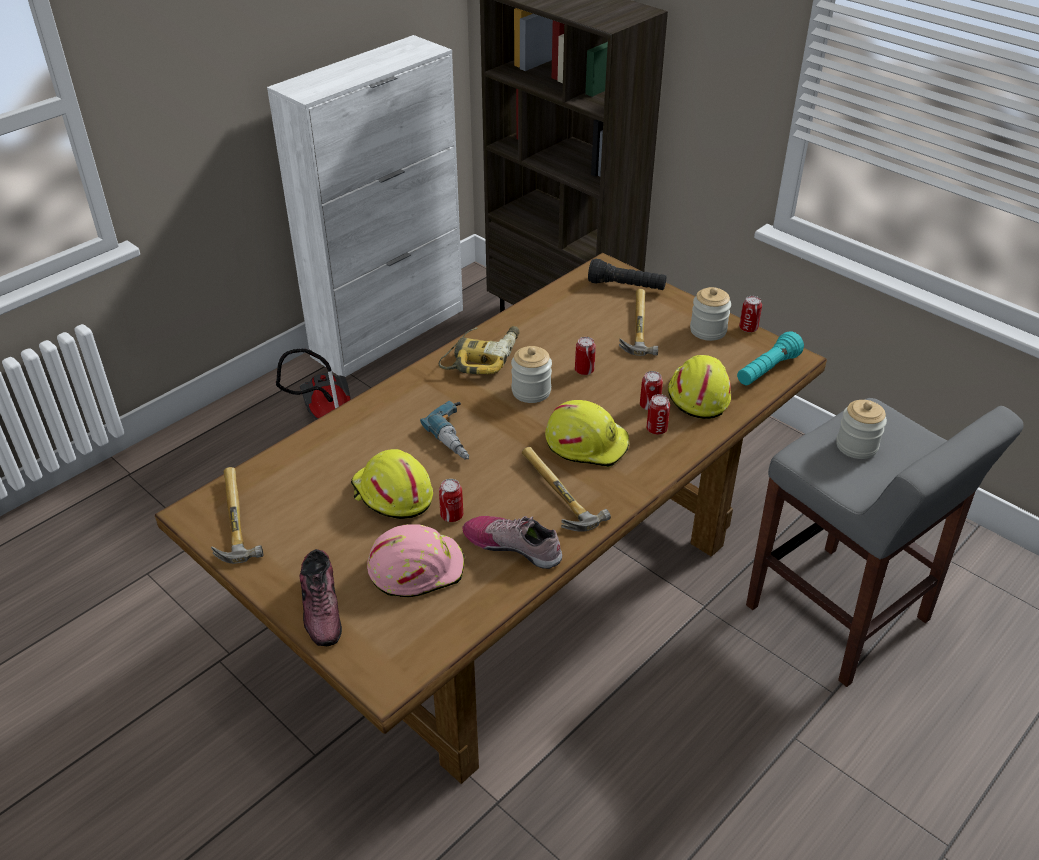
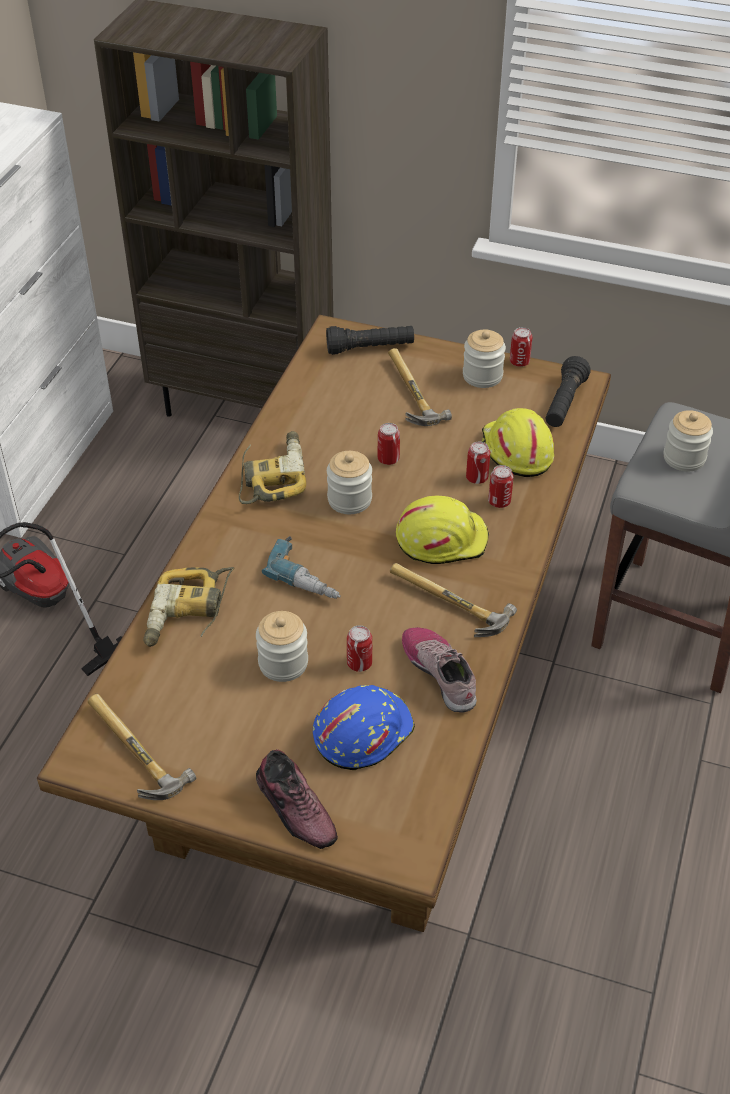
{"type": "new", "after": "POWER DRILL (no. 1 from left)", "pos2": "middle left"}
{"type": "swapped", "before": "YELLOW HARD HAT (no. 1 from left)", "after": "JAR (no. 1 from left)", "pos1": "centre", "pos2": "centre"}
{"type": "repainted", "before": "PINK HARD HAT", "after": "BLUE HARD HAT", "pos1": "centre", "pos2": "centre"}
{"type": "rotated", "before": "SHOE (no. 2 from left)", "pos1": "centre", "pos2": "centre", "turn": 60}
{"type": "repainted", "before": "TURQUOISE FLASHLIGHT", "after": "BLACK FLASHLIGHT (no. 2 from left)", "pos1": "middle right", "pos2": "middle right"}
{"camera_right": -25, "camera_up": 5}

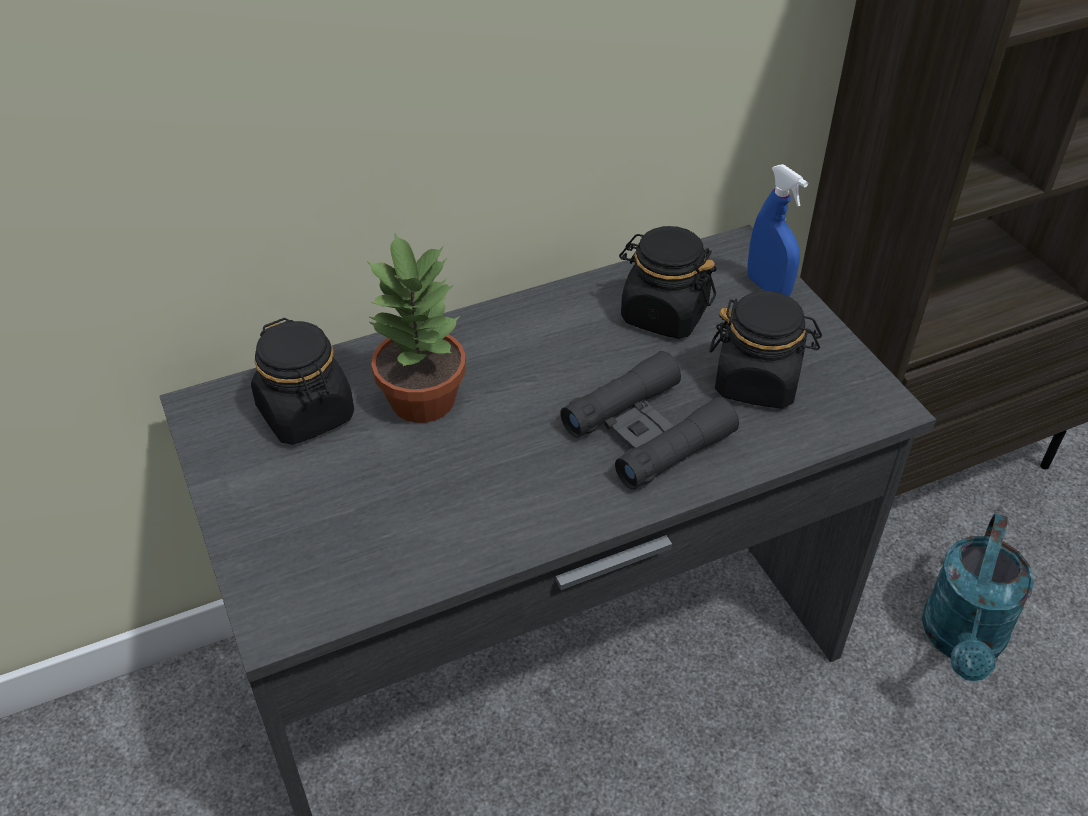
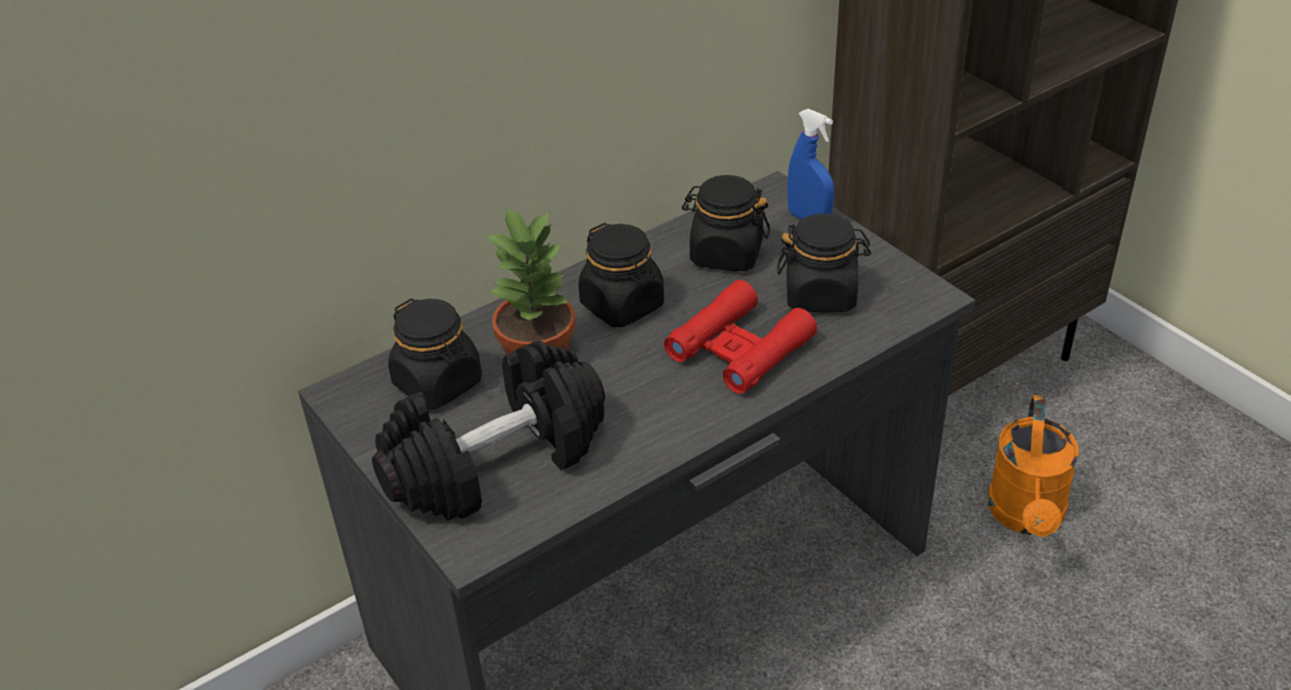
{"type": "new", "after": "BLACK DUMBBELL", "pos2": "centre"}
{"type": "new", "after": "BLACK JAR (no. 2 from left)", "pos2": "centre"}
{"type": "repainted", "before": "BLACK BINOCULARS", "after": "RED BINOCULARS", "pos1": "centre", "pos2": "centre"}
{"type": "repainted", "before": "TURQUOISE WATERING CAN", "after": "ORANGE WATERING CAN", "pos1": "bottom right", "pos2": "bottom right"}
{"camera_right": -10, "camera_up": -5}

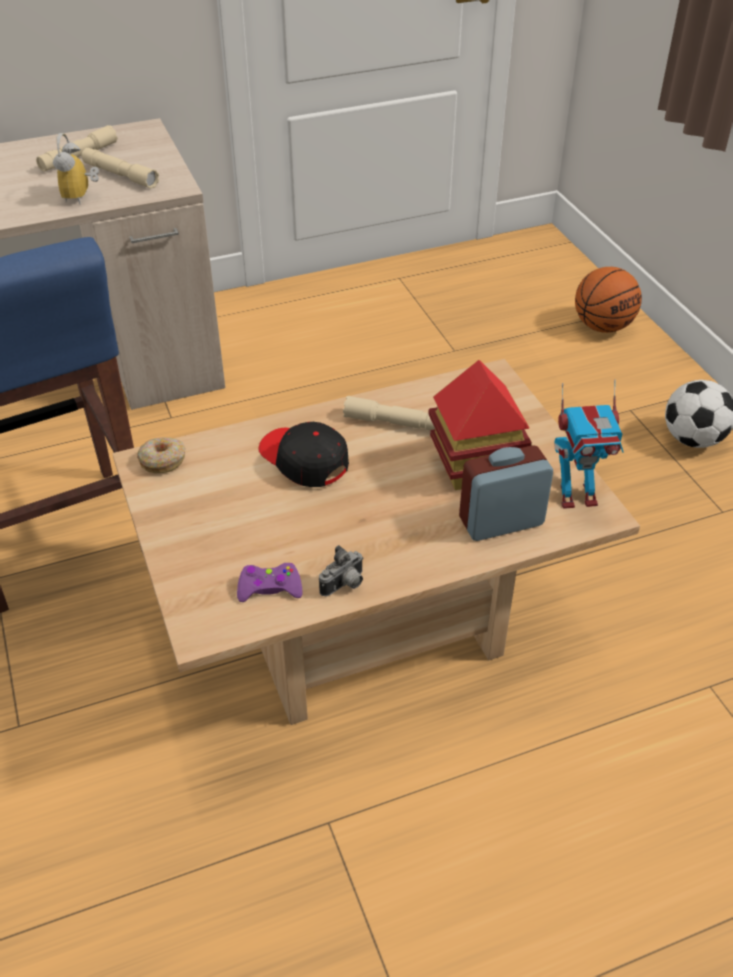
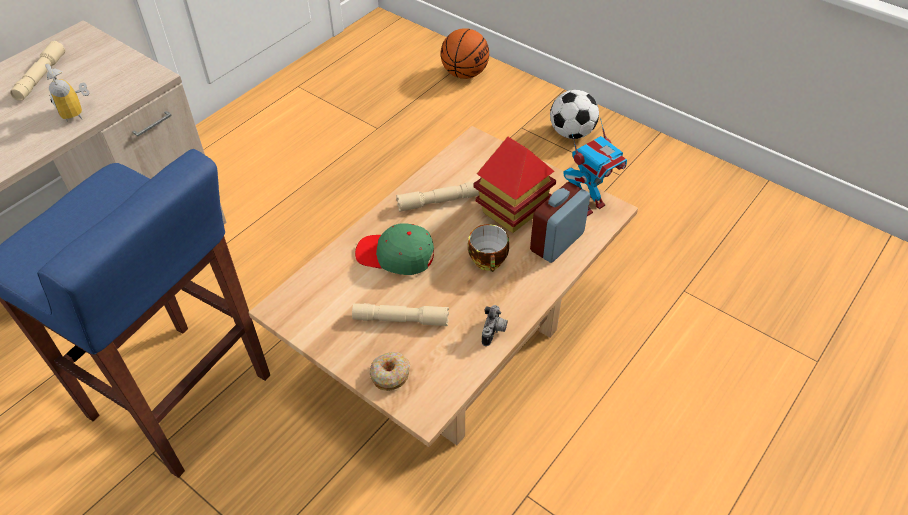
{"type": "shifted", "before": "BEIGE FLASHLIGHT (no. 2 from left)", "pos1": "top left", "pos2": "centre"}
{"type": "repainted", "before": "BLACK CAP", "after": "GREEN CAP", "pos1": "centre", "pos2": "centre"}
{"type": "shifted", "before": "DONUT", "pos1": "middle left", "pos2": "bottom centre"}
{"type": "new", "after": "CUP", "pos2": "centre"}
{"type": "gone", "before": "PURPLE GAME CONTROLLER", "pos1": "centre"}
{"camera_right": -30, "camera_up": 5}

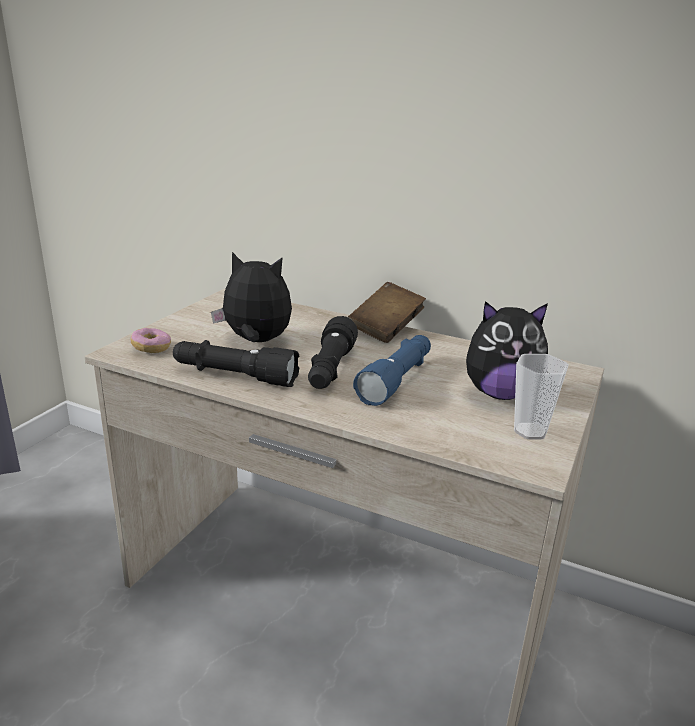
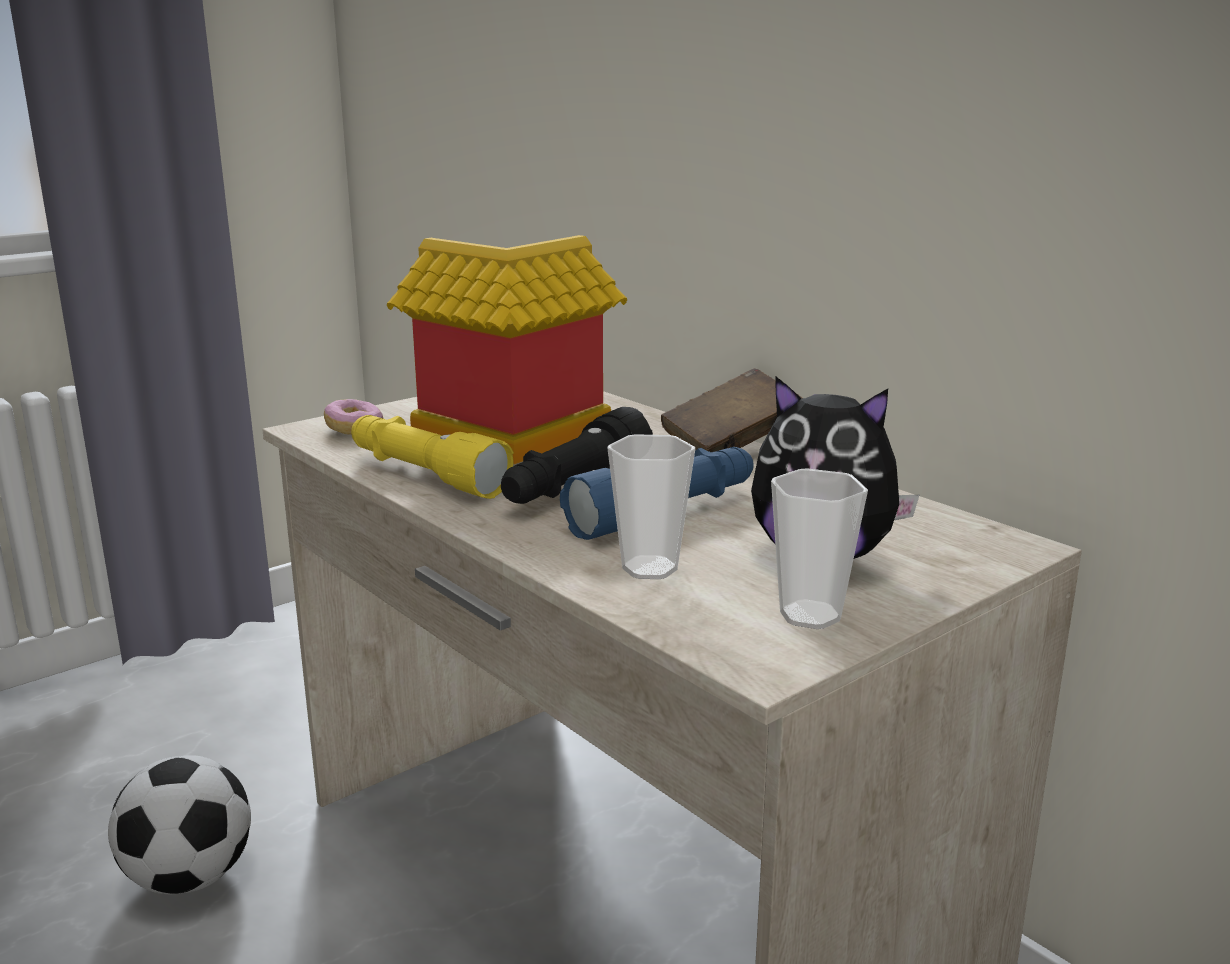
{"type": "new", "after": "FOOTBALL", "pos2": "bottom left"}
{"type": "repainted", "before": "BLACK FLASHLIGHT (no. 1 from left)", "after": "YELLOW FLASHLIGHT", "pos1": "centre", "pos2": "centre"}
{"type": "swapped", "before": "PLUSH TOY (no. 1 from left)", "after": "TOY HOUSE", "pos1": "centre", "pos2": "centre"}
{"type": "new", "after": "CUP (no. 1 from left)", "pos2": "centre"}
{"camera_right": 25, "camera_up": -5}

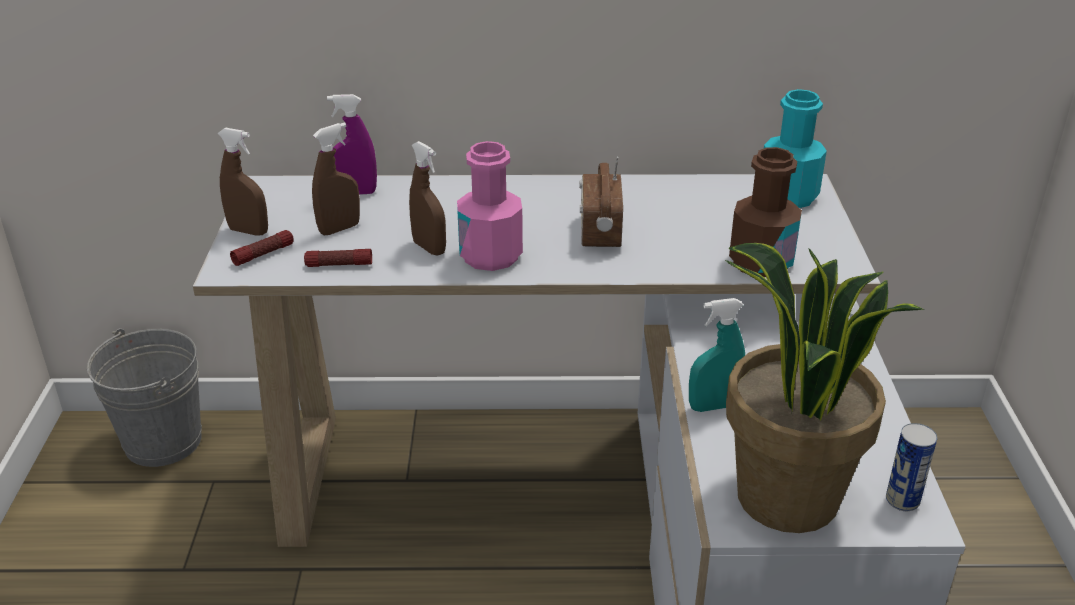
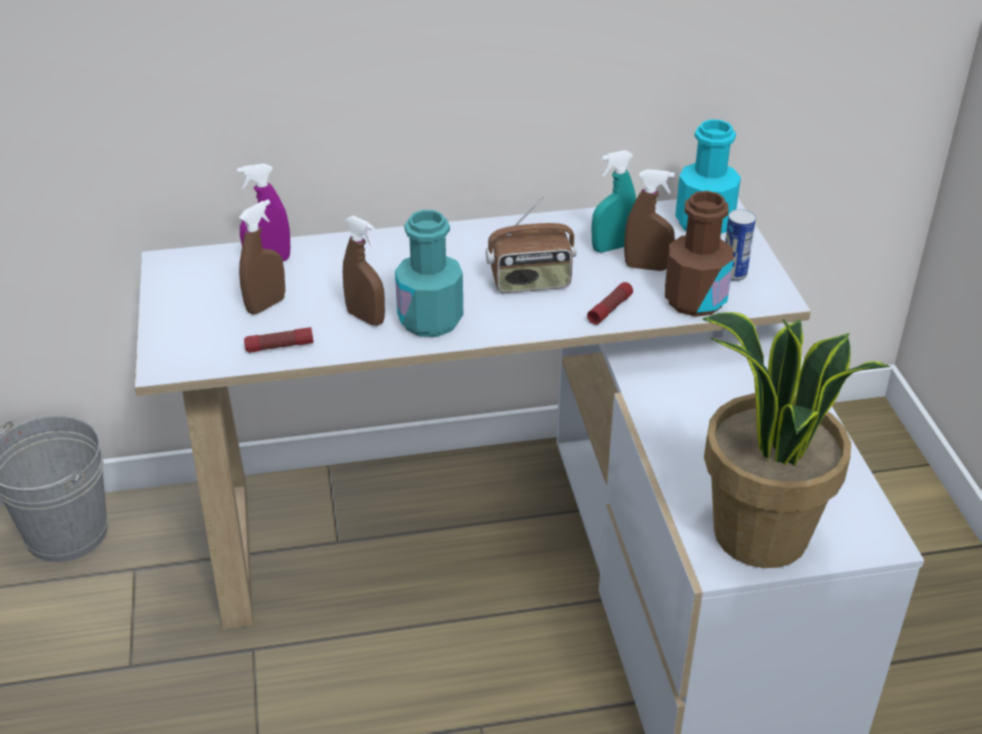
{"type": "repainted", "before": "PINK BOTTLE", "after": "TURQUOISE BOTTLE (no. 1 from left)", "pos1": "centre", "pos2": "centre"}
{"type": "rotated", "before": "RADIO", "pos1": "top centre", "pos2": "top centre", "turn": -90}
{"type": "shifted", "before": "FLASHLIGHT (no. 1 from left in the first image)", "after": "FLASHLIGHT (no. 2 from left)", "pos1": "middle left", "pos2": "centre"}
{"type": "shifted", "before": "TURQUOISE SPRAY BOTTLE", "pos1": "middle right", "pos2": "top centre"}
{"type": "shifted", "before": "BROWN SPRAY BOTTLE (no. 1 from left in the first image)", "after": "BROWN SPRAY BOTTLE (no. 3 from left)", "pos1": "top left", "pos2": "top centre"}
{"type": "shifted", "before": "CAN", "pos1": "bottom right", "pos2": "middle right"}
{"camera_right": -10, "camera_up": 5}

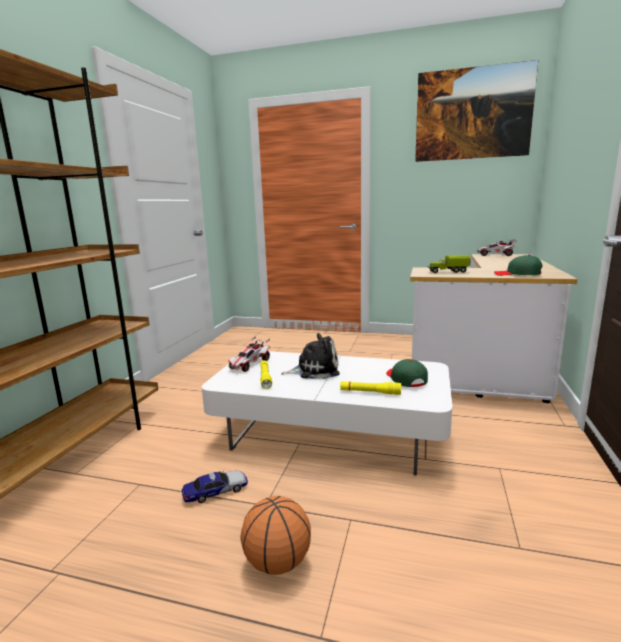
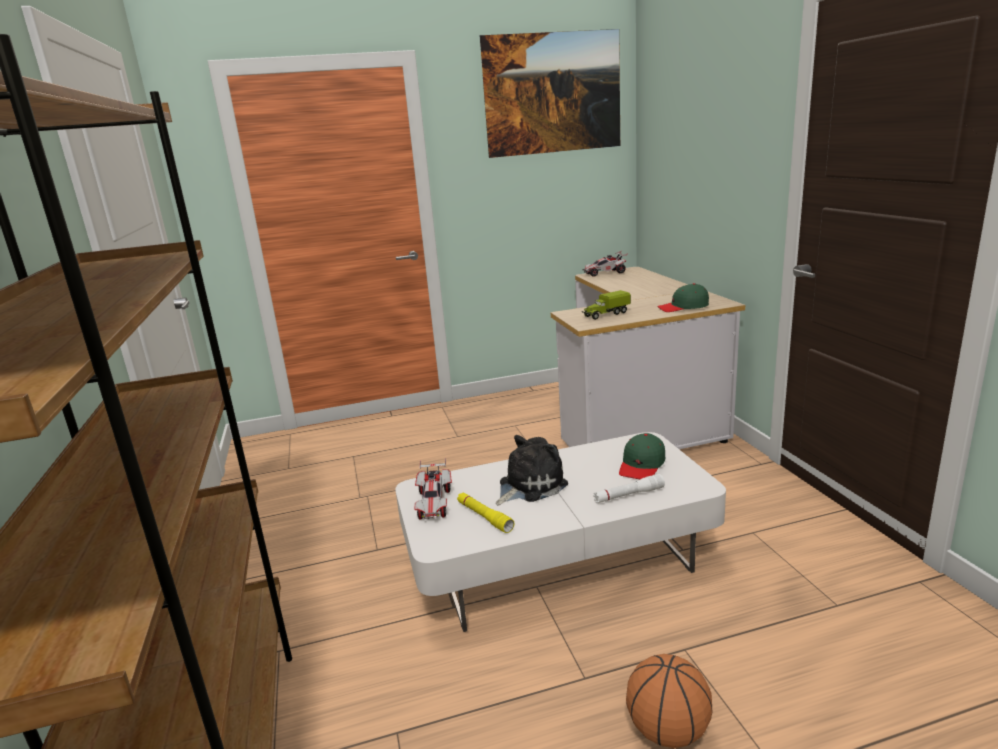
{"type": "repainted", "before": "YELLOW FLASHLIGHT (no. 2 from left)", "after": "WHITE FLASHLIGHT", "pos1": "centre", "pos2": "centre"}
{"type": "rotated", "before": "GREEN CAP (no. 1 from left)", "pos1": "centre", "pos2": "centre", "turn": -105}
{"type": "gone", "before": "TOY CAR (no. 1 from left)", "pos1": "bottom centre"}
{"camera_right": -30, "camera_up": 5}

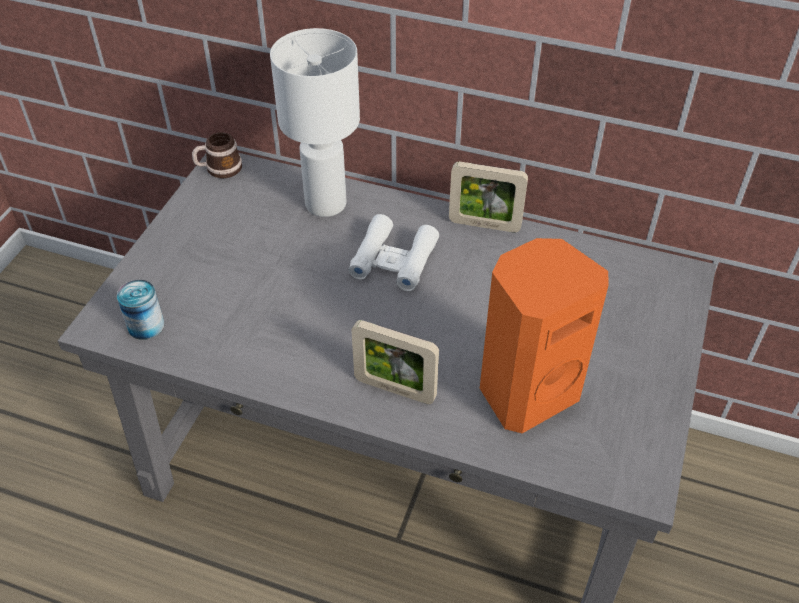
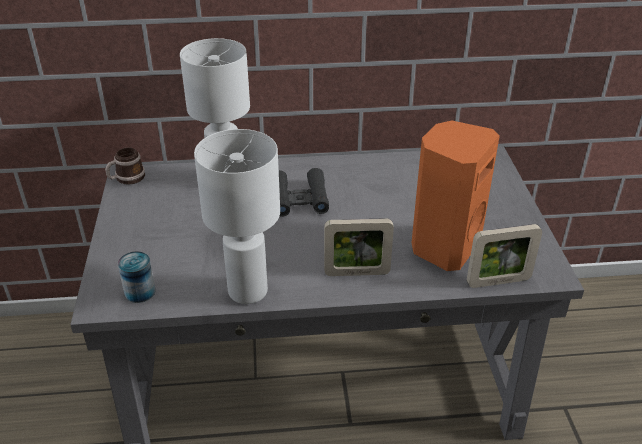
{"type": "new", "after": "WHITE TABLE LAMP (no. 2 from left)", "pos2": "centre"}
{"type": "repainted", "before": "WHITE BINOCULARS", "after": "BLACK BINOCULARS", "pos1": "centre", "pos2": "centre"}
{"type": "shifted", "before": "PICTURE FRAME (no. 2 from left)", "pos1": "top centre", "pos2": "middle right"}
{"camera_right": -25, "camera_up": -10}

